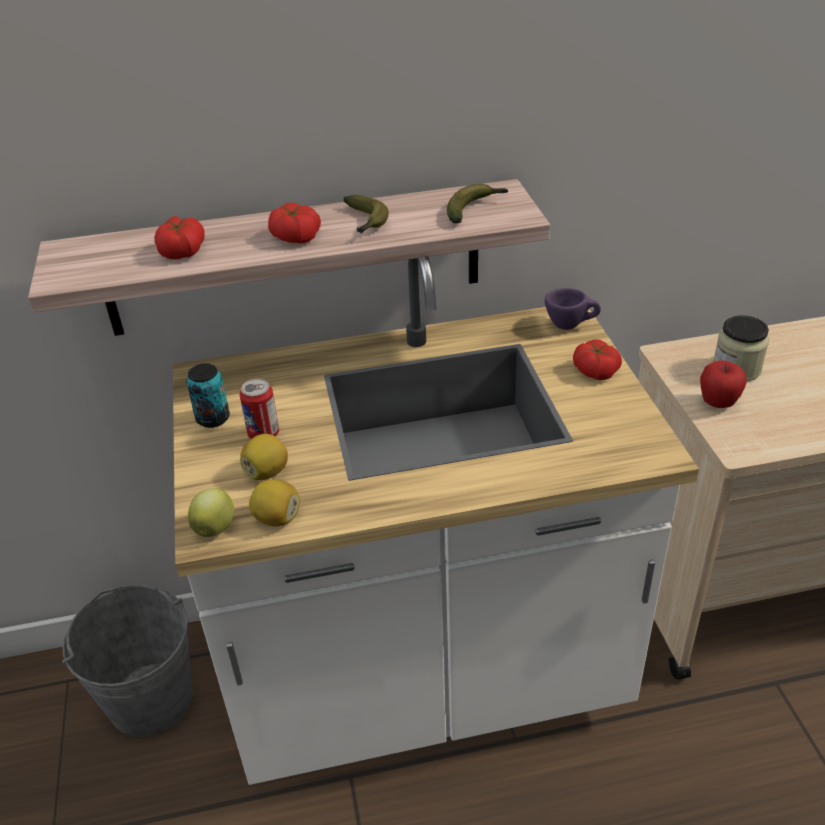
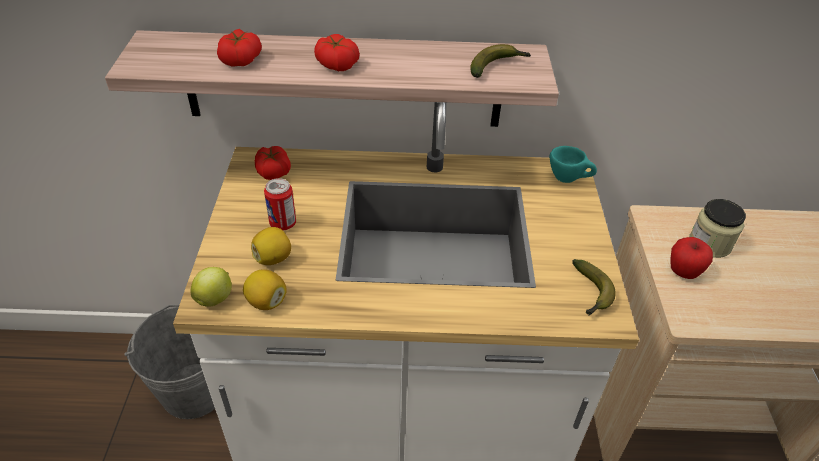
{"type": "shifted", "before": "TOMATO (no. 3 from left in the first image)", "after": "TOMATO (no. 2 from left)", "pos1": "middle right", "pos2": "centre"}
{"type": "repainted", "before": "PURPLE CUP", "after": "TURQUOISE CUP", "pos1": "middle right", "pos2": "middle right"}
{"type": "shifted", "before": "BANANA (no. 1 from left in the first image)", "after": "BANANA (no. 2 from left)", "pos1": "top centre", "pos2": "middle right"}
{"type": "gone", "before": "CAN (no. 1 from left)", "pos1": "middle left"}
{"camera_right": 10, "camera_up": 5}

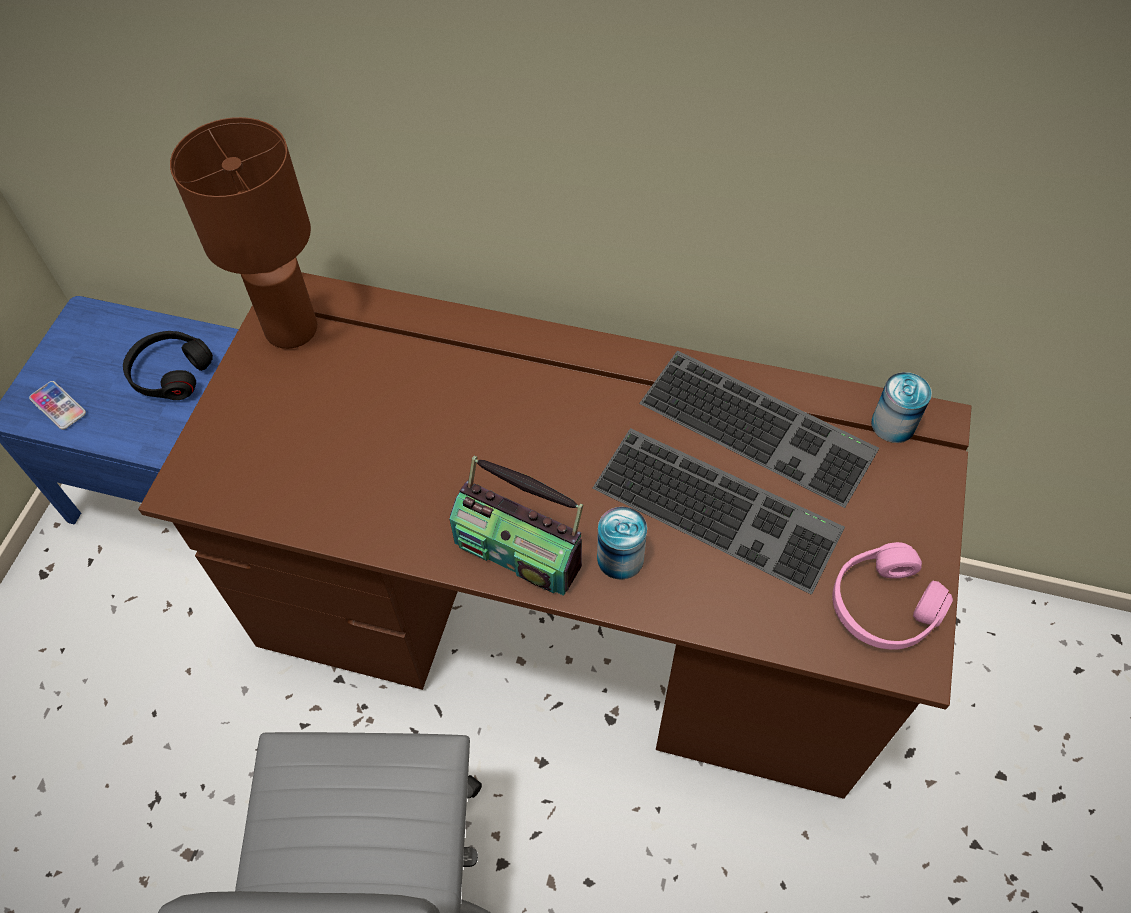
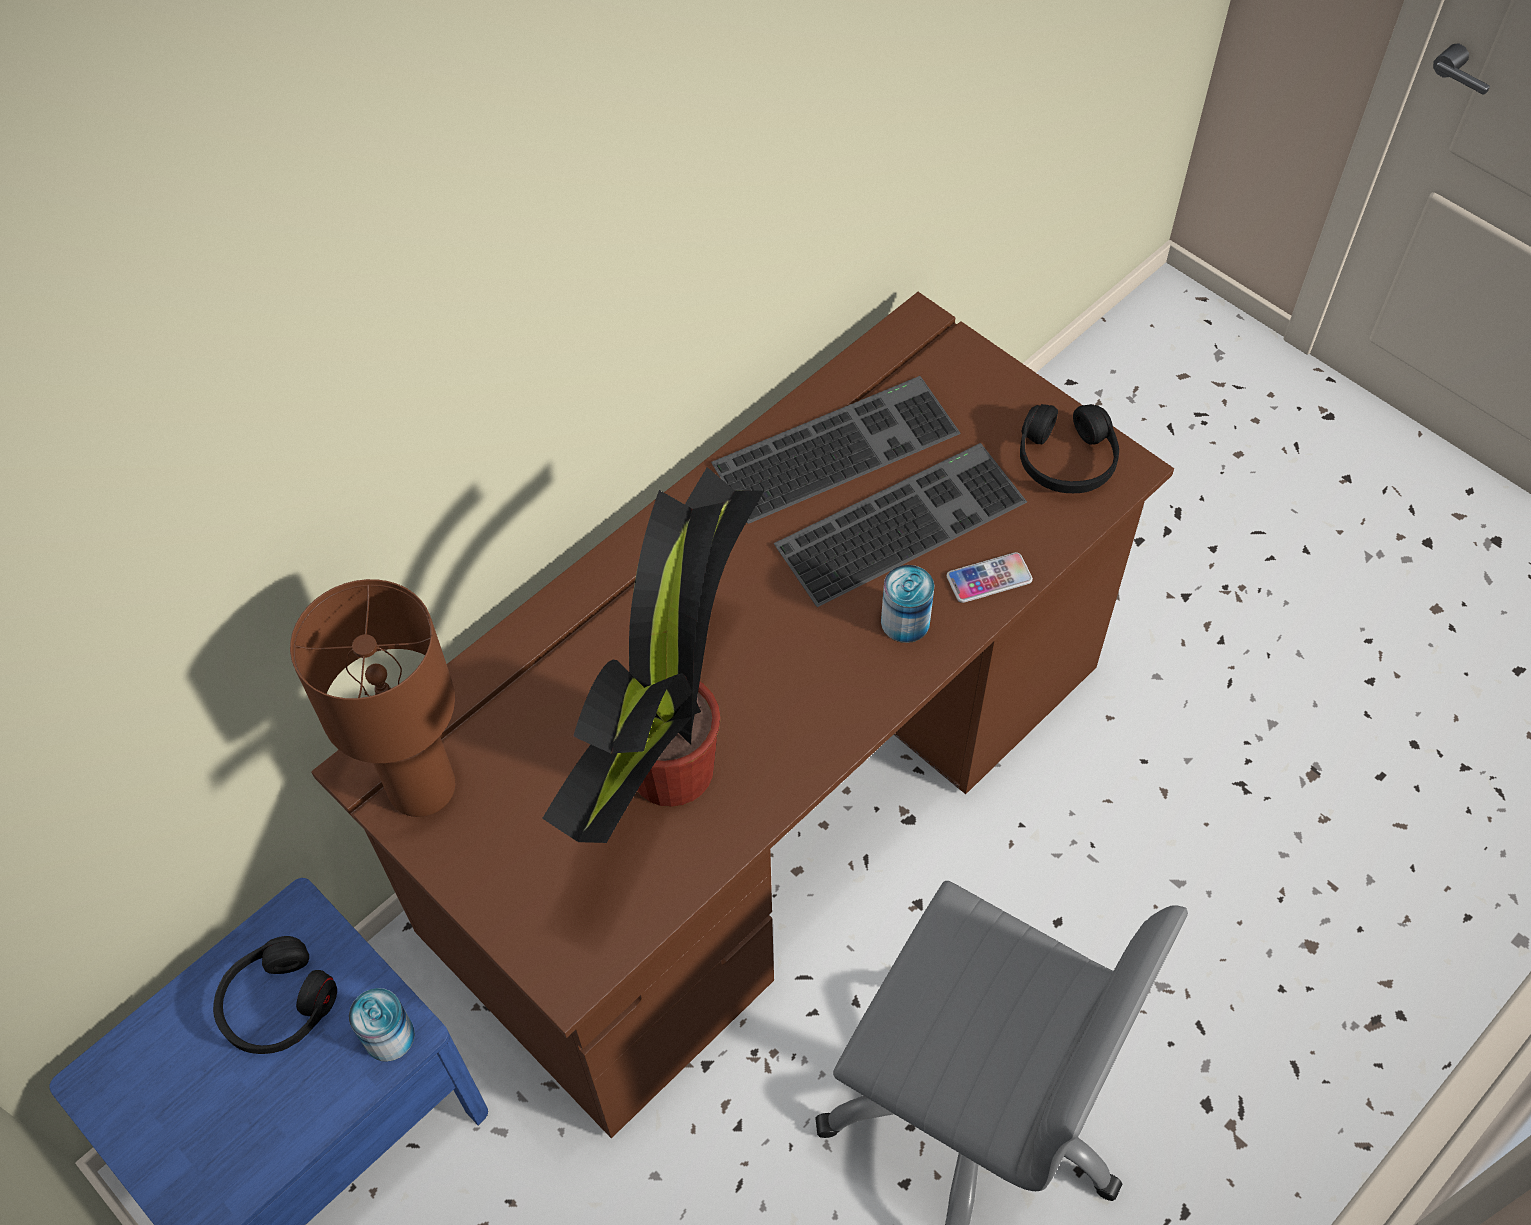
{"type": "shifted", "before": "CAN (no. 2 from left in the first image)", "after": "CAN (no. 1 from left)", "pos1": "middle right", "pos2": "bottom left"}
{"type": "new", "after": "POTTED PLANT", "pos2": "centre"}
{"type": "shifted", "before": "PHONE", "pos1": "middle left", "pos2": "centre"}
{"type": "repainted", "before": "PINK HEADPHONES", "after": "BLACK HEADPHONES (no. 2 from left)", "pos1": "middle right", "pos2": "middle right"}
{"type": "gone", "before": "RADIO", "pos1": "centre"}
{"camera_right": -60, "camera_up": 0}

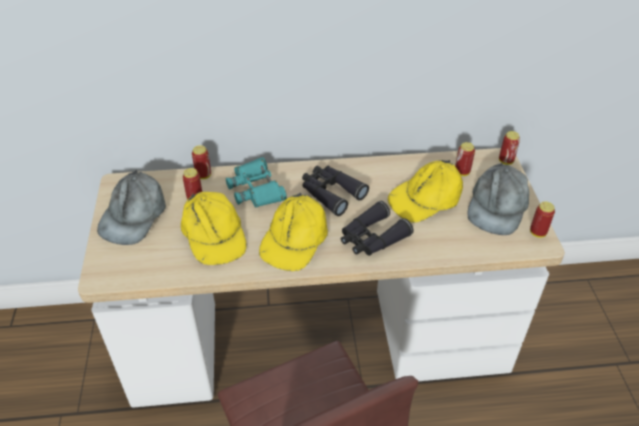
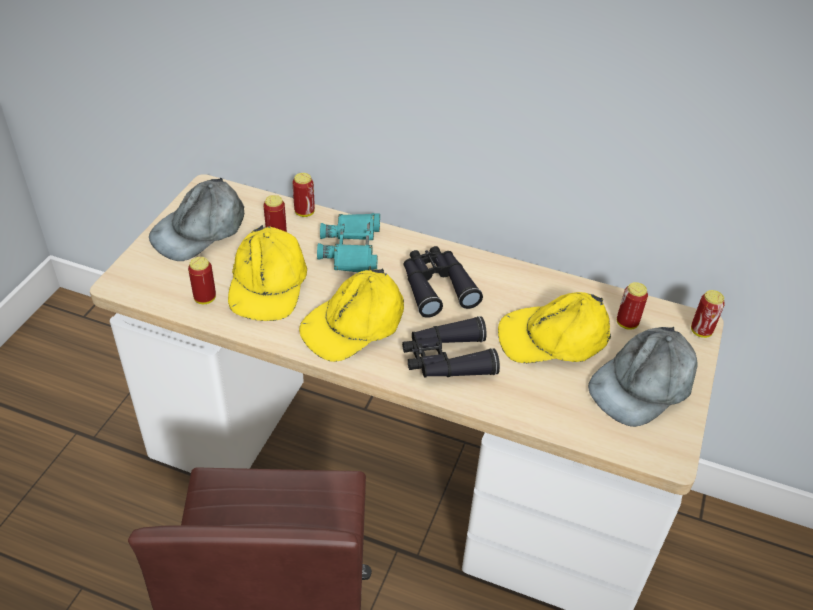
{"type": "shifted", "before": "CAN (no. 5 from left in the first image)", "after": "CAN (no. 1 from left)", "pos1": "middle right", "pos2": "middle left"}
{"camera_right": 25, "camera_up": 0}

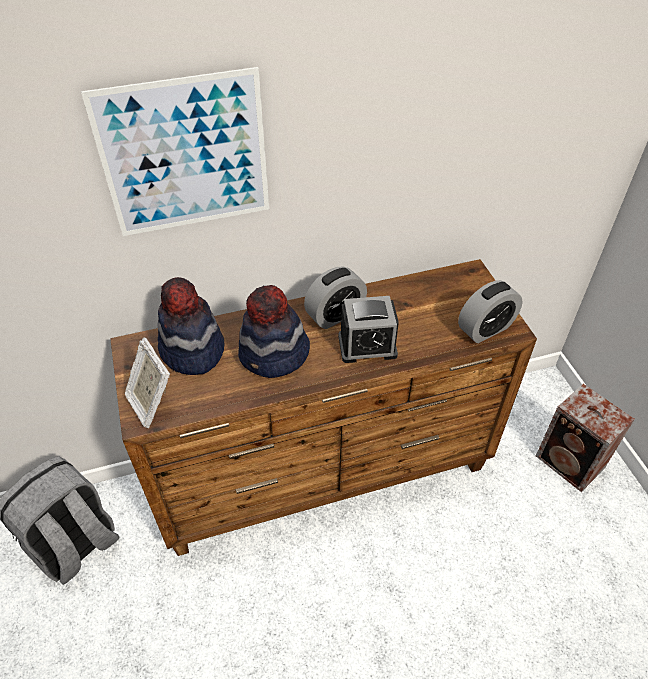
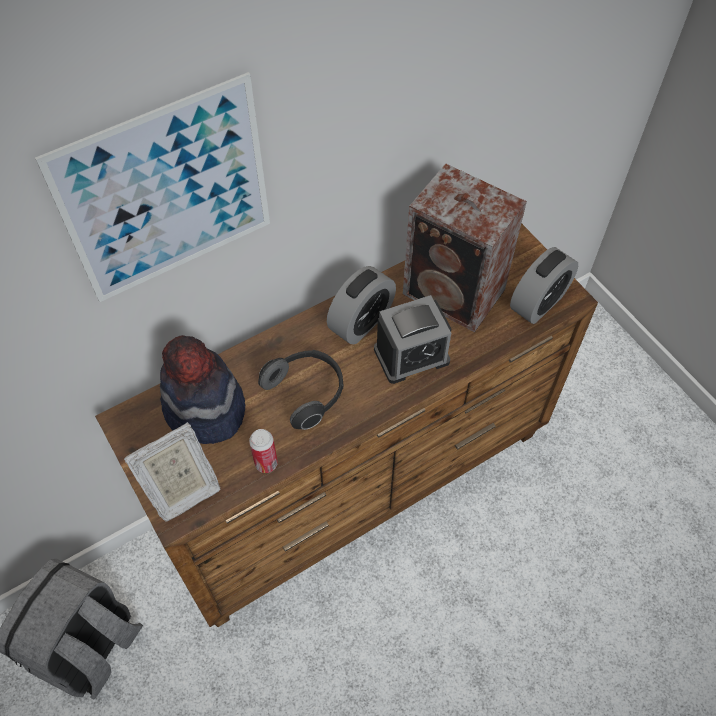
{"type": "rotated", "before": "PICTURE FRAME", "pos1": "middle left", "pos2": "middle left", "turn": -75}
{"type": "new", "after": "CAN", "pos2": "centre"}
{"type": "swapped", "before": "HAT (no. 2 from left)", "after": "HEADPHONES", "pos1": "centre", "pos2": "centre"}
{"type": "shifted", "before": "SPEAKER", "pos1": "middle right", "pos2": "centre"}
{"camera_right": -15, "camera_up": 10}

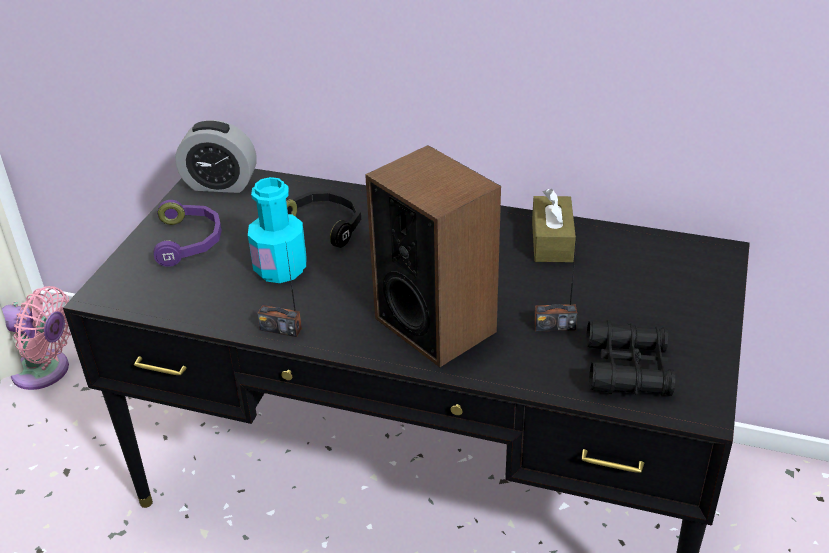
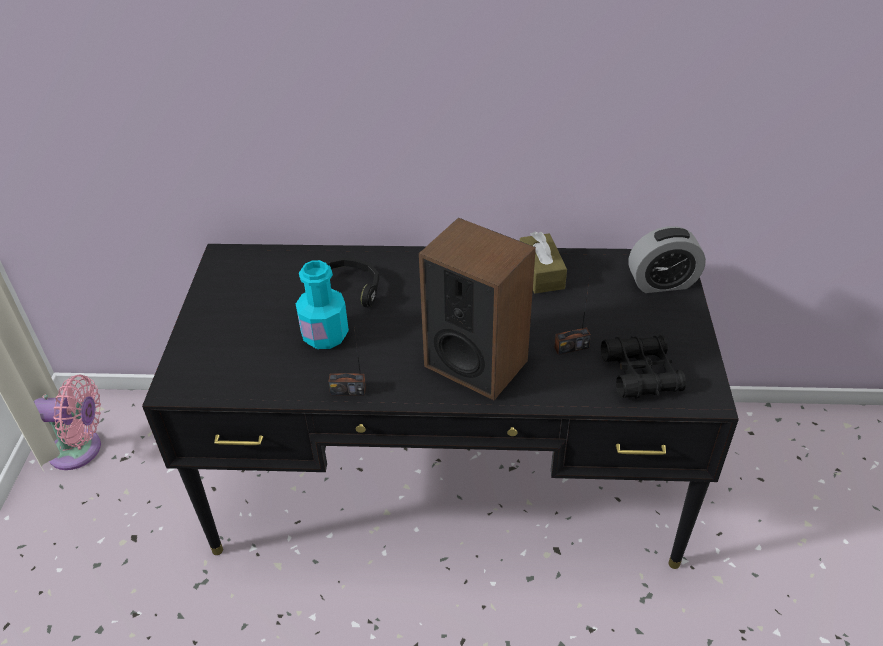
{"type": "shifted", "before": "ALARM CLOCK", "pos1": "top left", "pos2": "middle right"}
{"type": "gone", "before": "PURPLE HEADPHONES", "pos1": "middle left"}
{"camera_right": -15, "camera_up": 5}

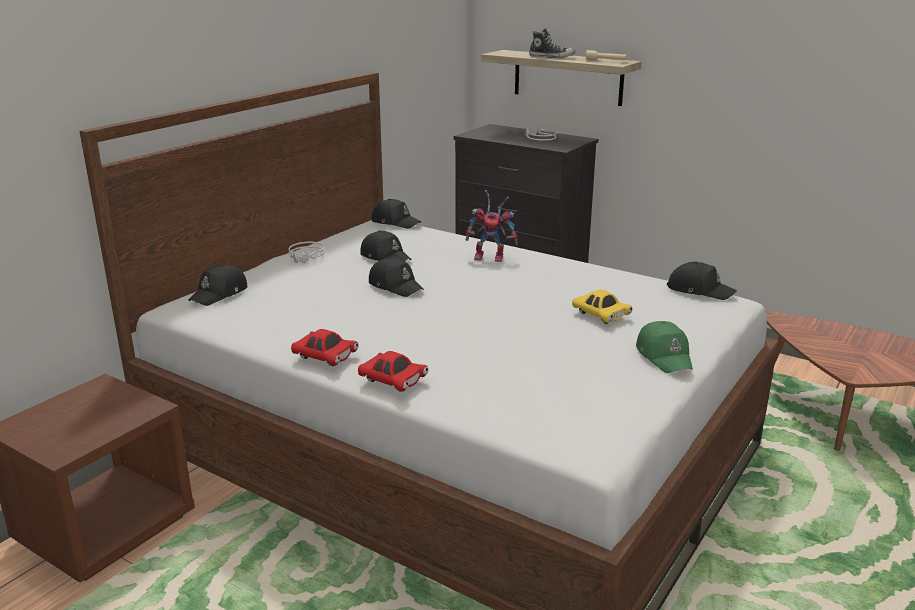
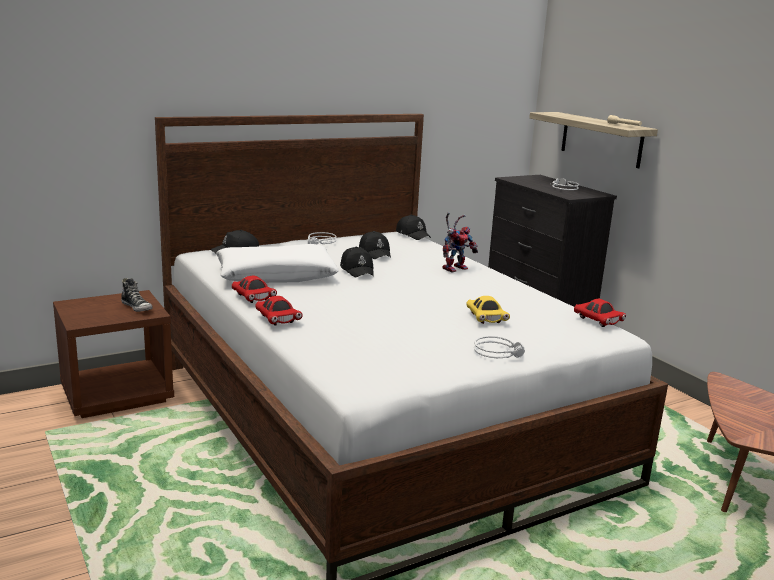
{"type": "shifted", "before": "SHOE", "pos1": "top centre", "pos2": "middle left"}
{"type": "new", "after": "WHITE PILLOW", "pos2": "centre"}
{"type": "rotated", "before": "TOY ROBOT", "pos1": "centre", "pos2": "centre", "turn": -75}
{"type": "swapped", "before": "GREEN CAP", "after": "GREY HEADPHONES (no. 2 from left)", "pos1": "middle right", "pos2": "centre"}
{"type": "swapped", "before": "BLACK CAP (no. 5 from left)", "after": "RED TOY CAR (no. 3 from left)", "pos1": "middle right", "pos2": "middle right"}
{"camera_right": 25, "camera_up": -5}

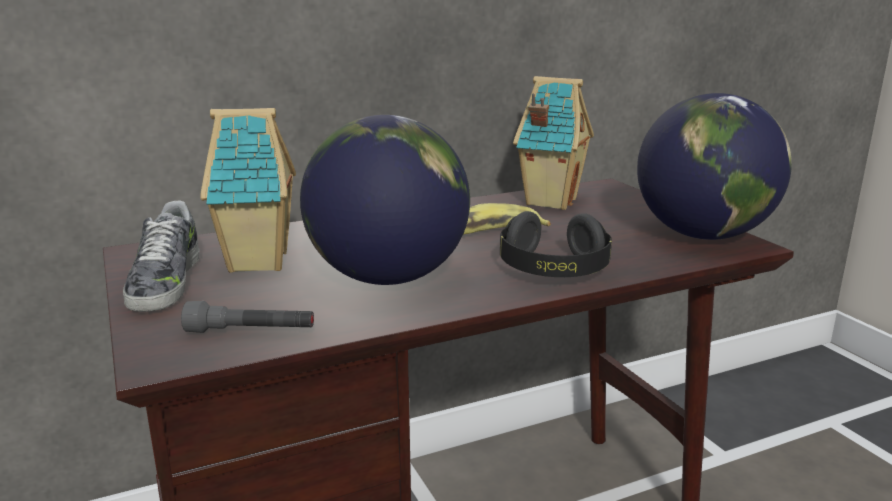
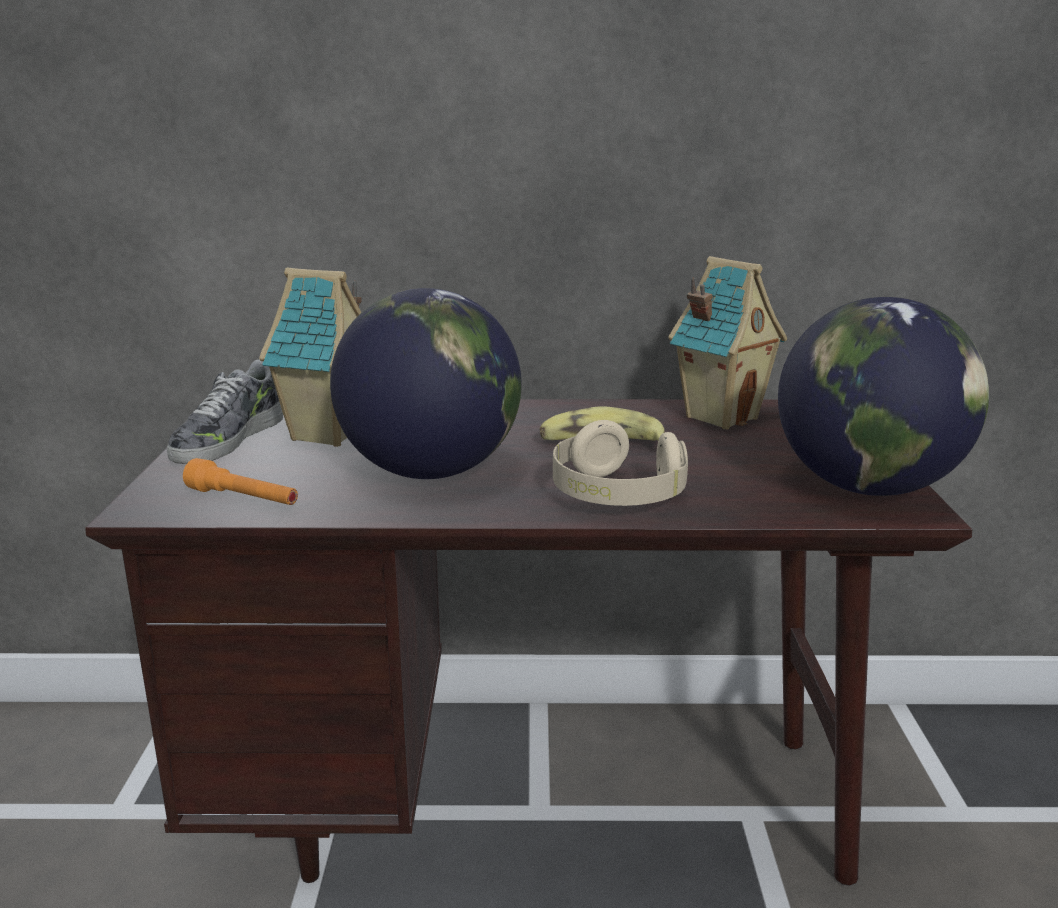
{"type": "repainted", "before": "GREY FLASHLIGHT", "after": "ORANGE FLASHLIGHT", "pos1": "middle left", "pos2": "middle left"}
{"type": "repainted", "before": "BLACK HEADPHONES", "after": "BEIGE HEADPHONES", "pos1": "centre", "pos2": "centre"}
{"camera_right": 25, "camera_up": 0}

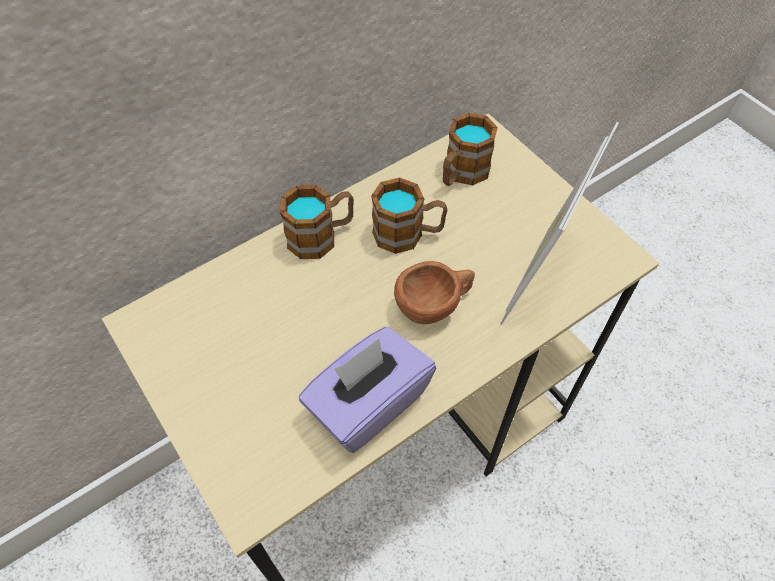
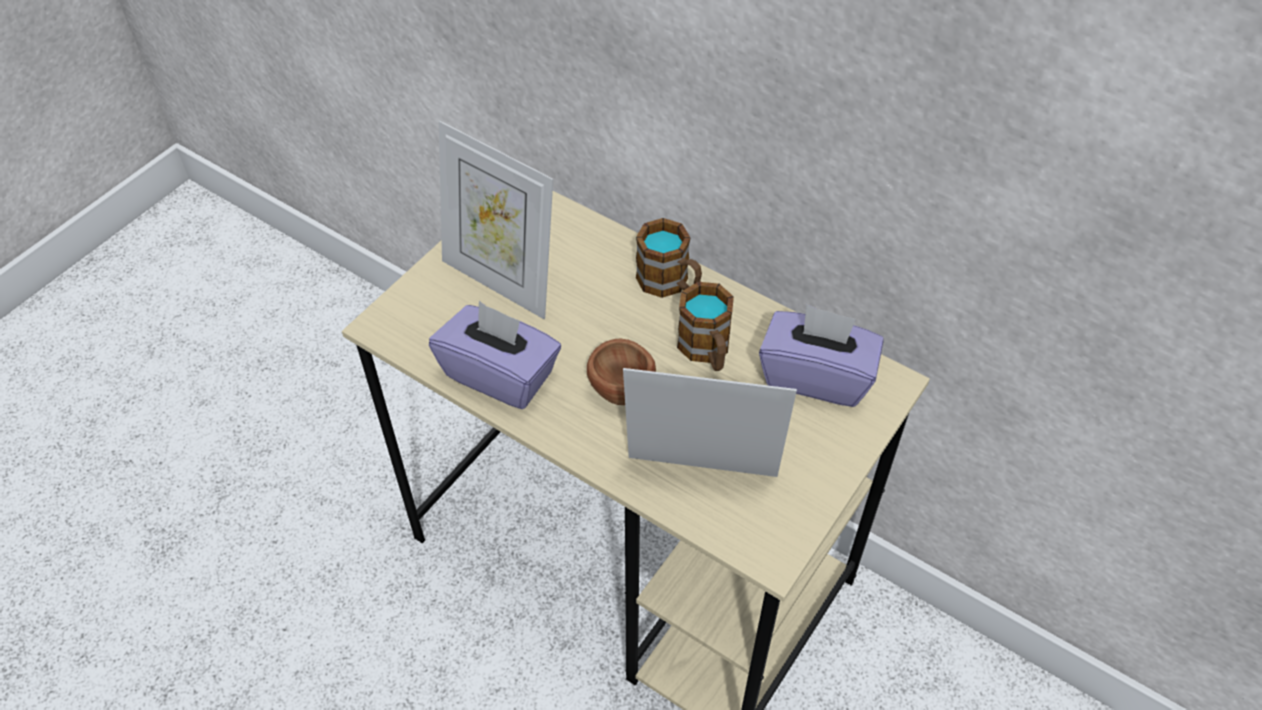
{"type": "new", "after": "PICTURE FRAME (no. 1 from left)", "pos2": "top centre"}
{"type": "swapped", "before": "MUG (no. 3 from left)", "after": "PURPLE TISSUE BOX (no. 2 from left)", "pos1": "top centre", "pos2": "centre"}
{"camera_right": 70, "camera_up": -5}

